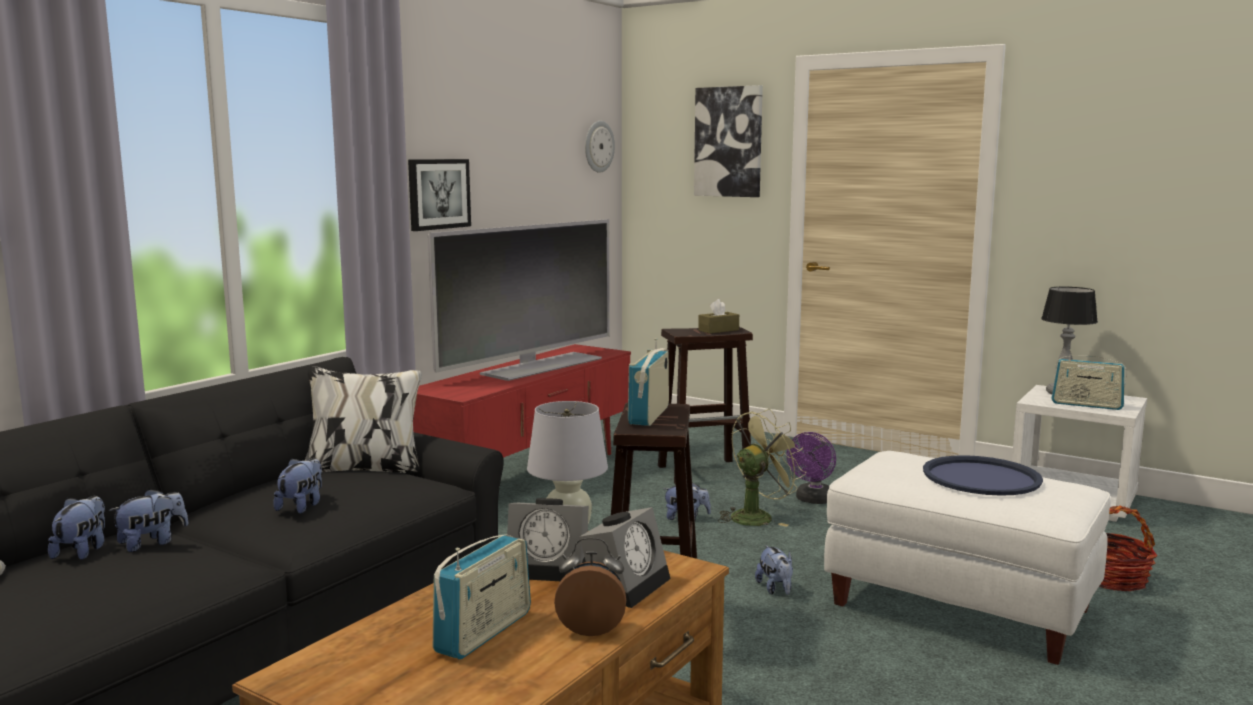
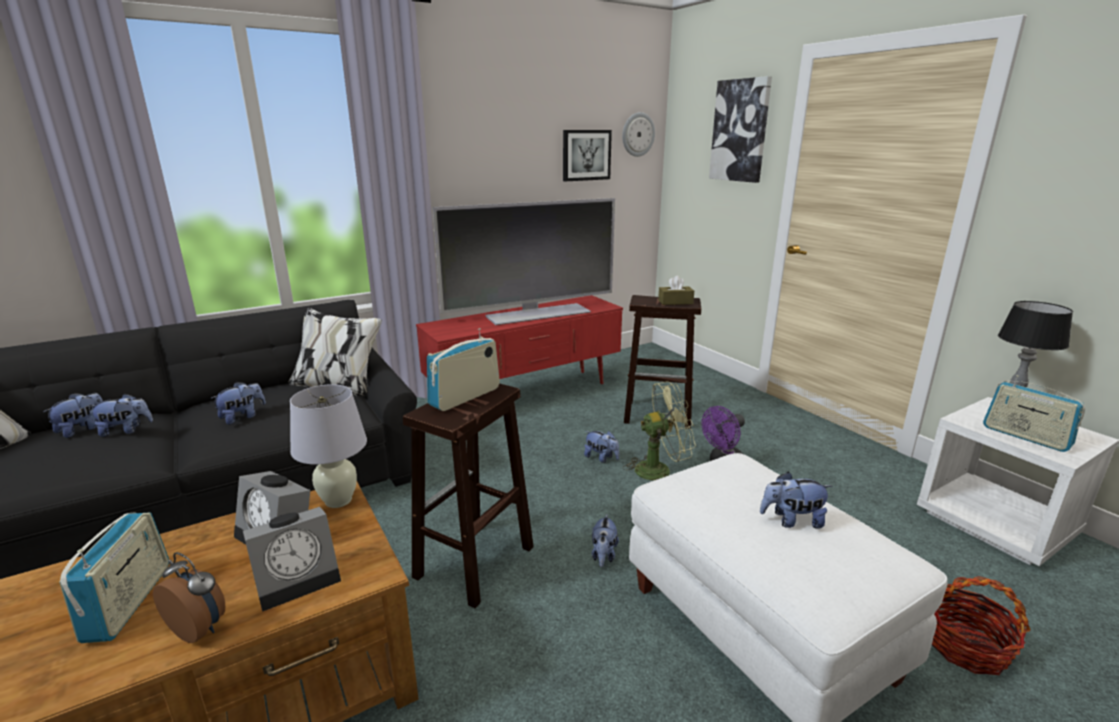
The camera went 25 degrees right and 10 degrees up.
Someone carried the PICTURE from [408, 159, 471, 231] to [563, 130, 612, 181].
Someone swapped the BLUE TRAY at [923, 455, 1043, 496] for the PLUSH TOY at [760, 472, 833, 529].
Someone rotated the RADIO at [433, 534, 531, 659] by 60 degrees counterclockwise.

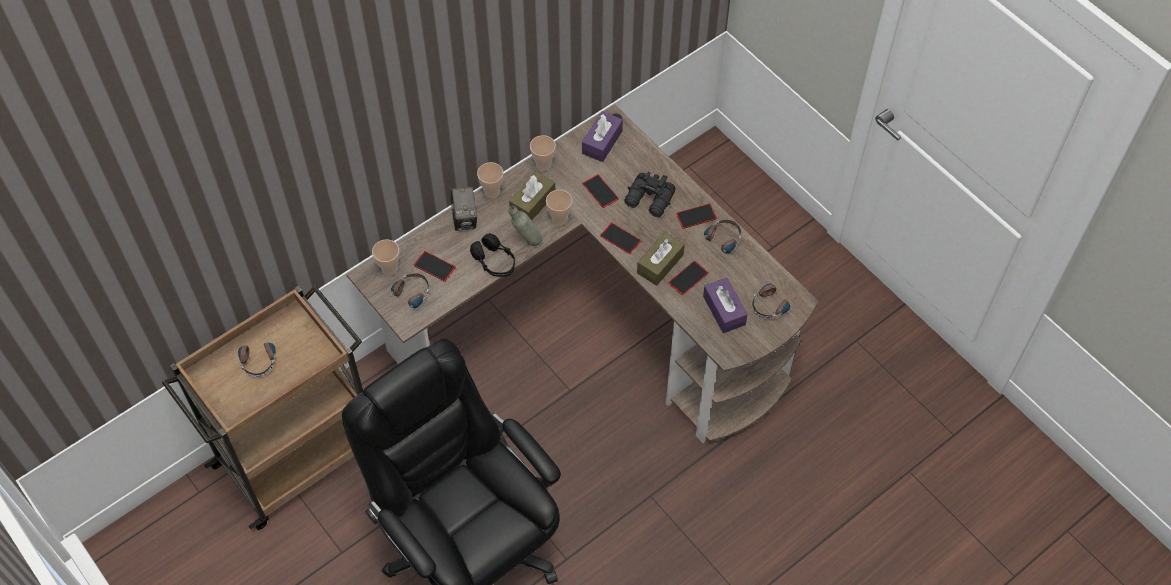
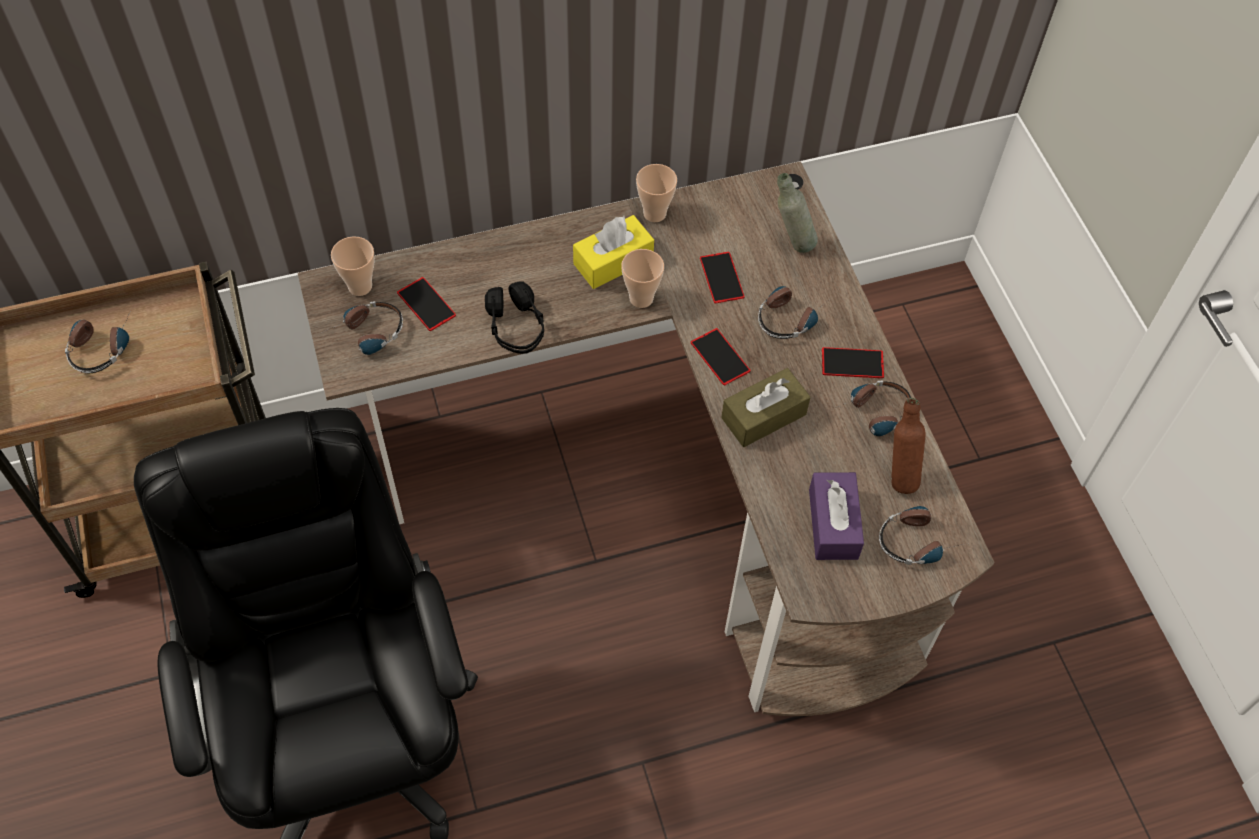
The camera went 20 degrees right and 0 degrees up.
Someone took away the PURPLE TISSUE BOX at [582, 111, 623, 162].
Someone took away the CUP at [477, 162, 503, 198].
Someone repainted the BROWN TISSUE BOX at [509, 171, 555, 221], which became the YELLOW TISSUE BOX at [573, 215, 654, 289].
Someone swapped the BLACK BINOCULARS at [624, 172, 676, 217] for the HEADPHONES at [758, 286, 827, 339].
Someone took away the PHOTO CAMERA at [450, 187, 477, 231].
Someone carried the GREY BOTTLE from [508, 205, 542, 246] to [777, 173, 818, 253].
Someone took away the PHONE at [668, 261, 709, 295].
Someone put down the BROWN BOTTLE at [891, 398, 926, 494].

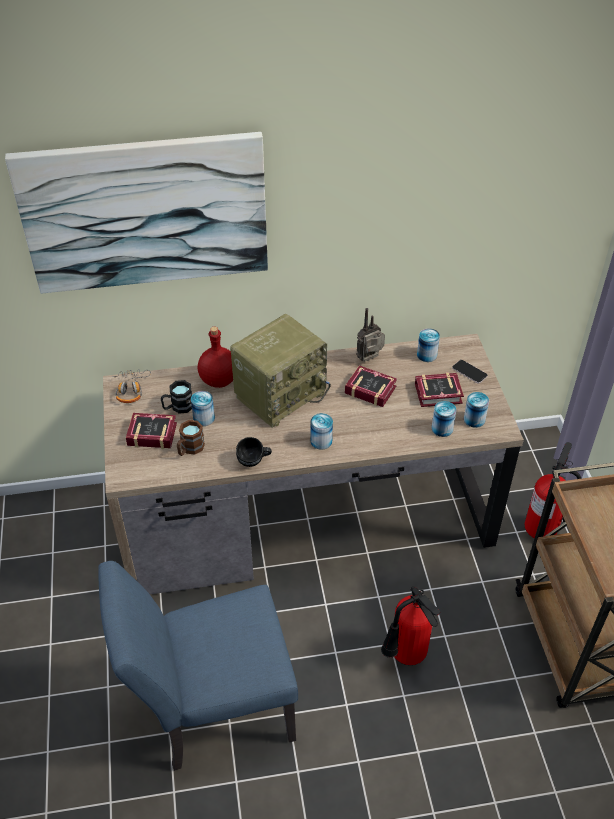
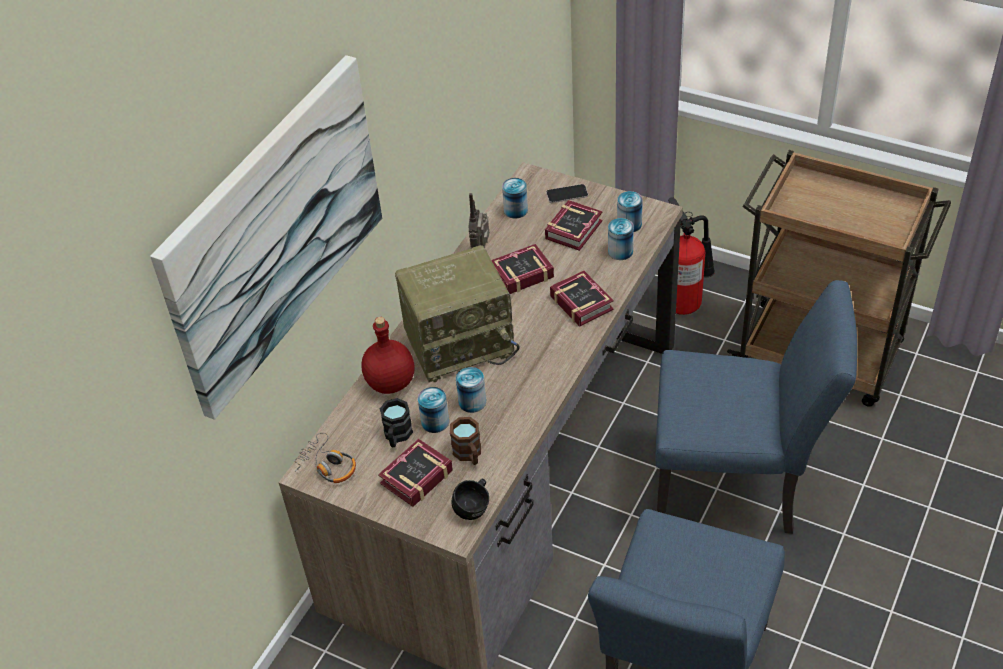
The camera went 50 degrees left and 0 degrees up.
Someone rotated the RADIO at [230, 314, 331, 428] by 75 degrees clockwise.
Someone carried the CAN from [310, 413, 333, 450] to [456, 367, 486, 413].
Someone carried the BLACK MUG from [236, 437, 272, 467] to [452, 479, 489, 520].
Someone swapped the FIRE EXTINGUISHER at [381, 586, 440, 665] for the BLUE CHAIR at [656, 280, 857, 534].
Someone put down the BOOK at [550, 270, 614, 327].

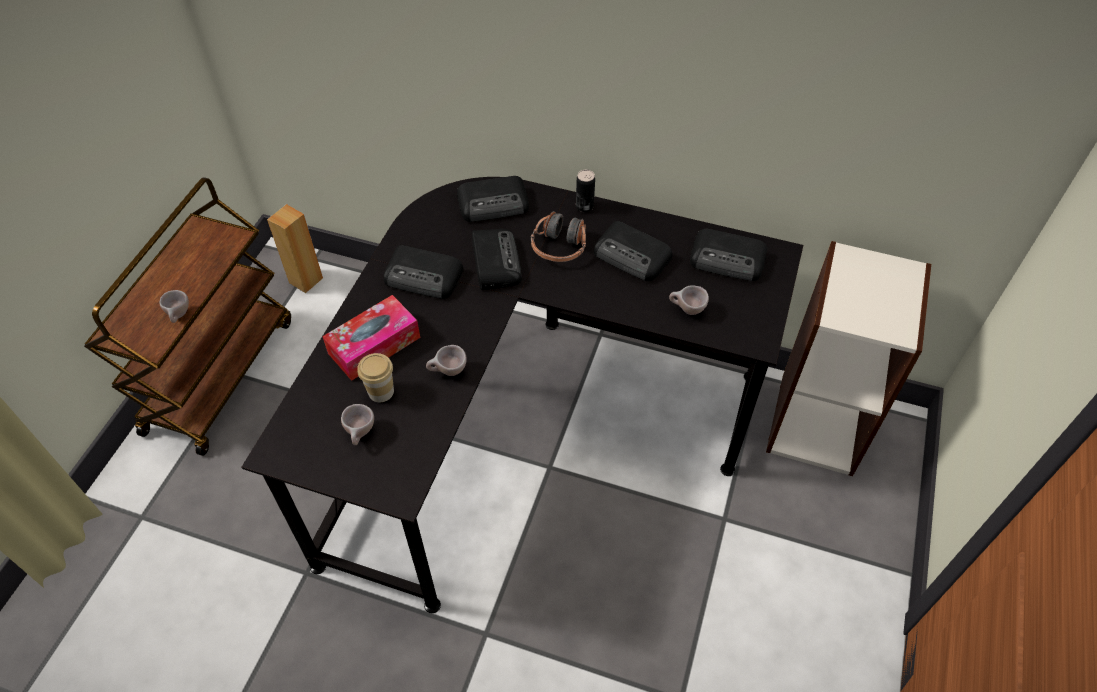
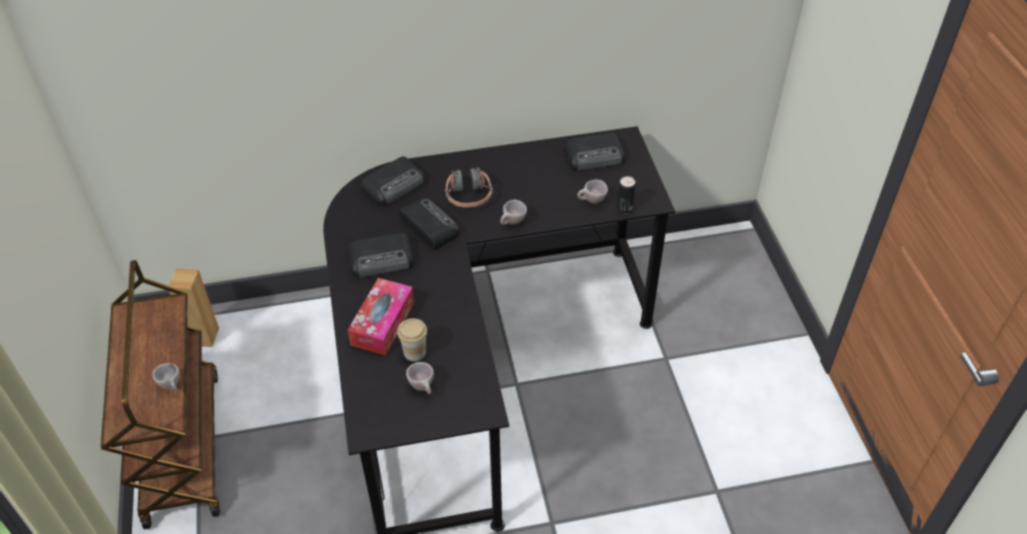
The camera went 30 degrees left and 5 degrees down.
Someone carried the CAN from [576, 170, 595, 212] to [617, 176, 636, 213].
Someone took away the RADIO at [594, 221, 672, 281].
Someone took away the BOOKCASE at [766, 241, 931, 476].
Someone carried the BEIGE CUP from [426, 345, 467, 376] to [500, 200, 527, 225].

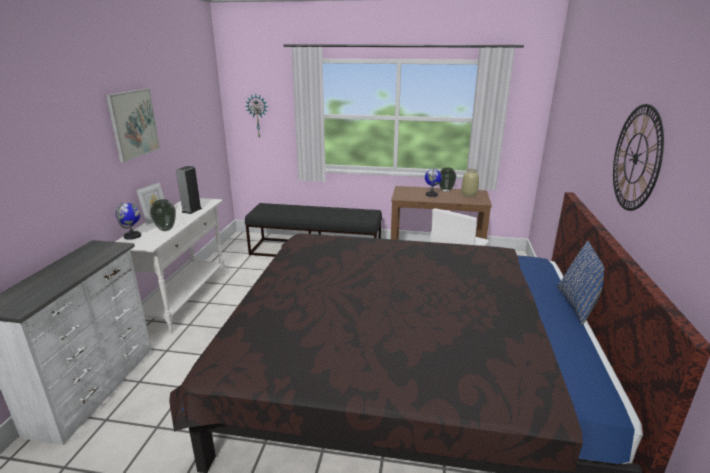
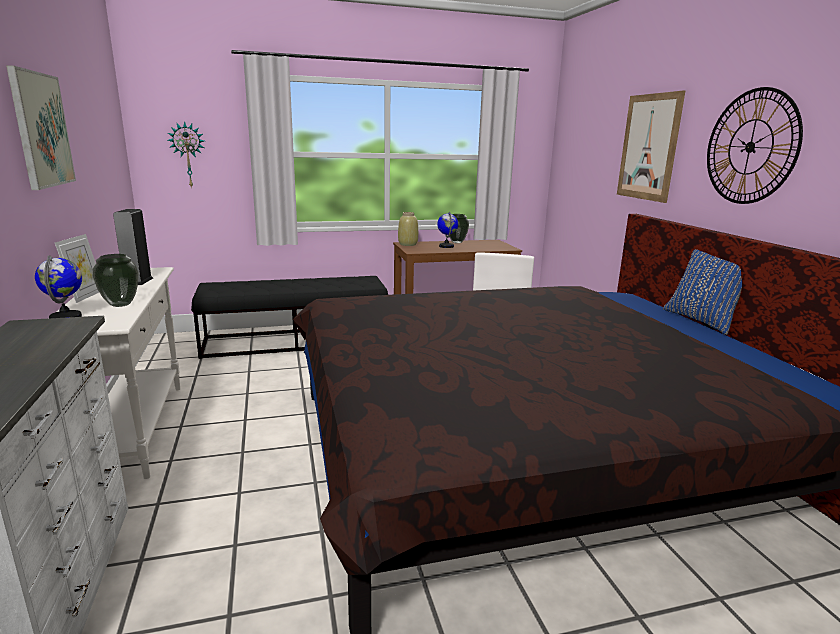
The camera went 25 degrees left and 5 degrees down.
Someone carried the BEIGE VASE from [461, 169, 479, 197] to [398, 212, 418, 246].
Someone put up the PICTURE at [617, 90, 685, 203].

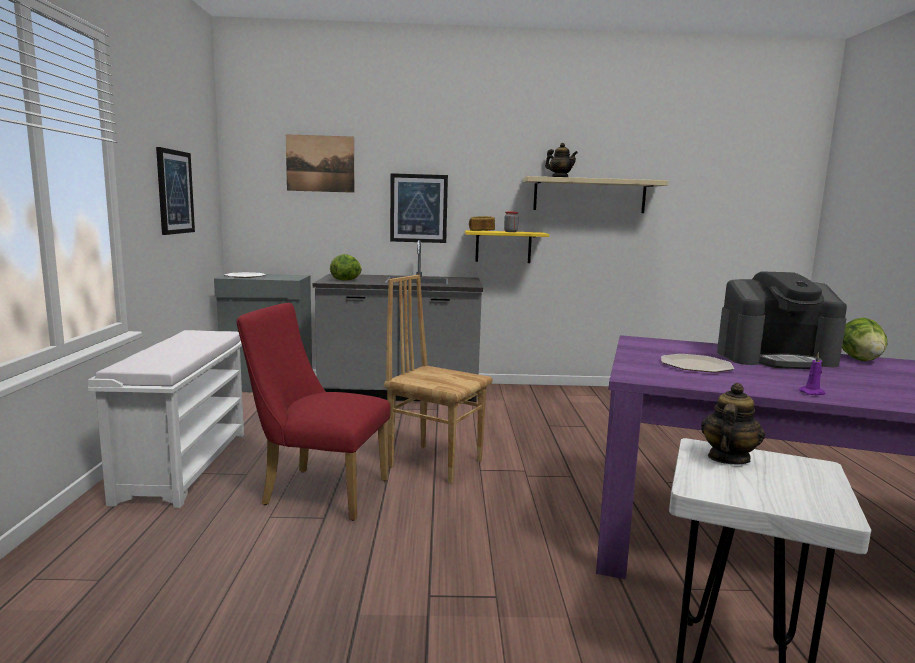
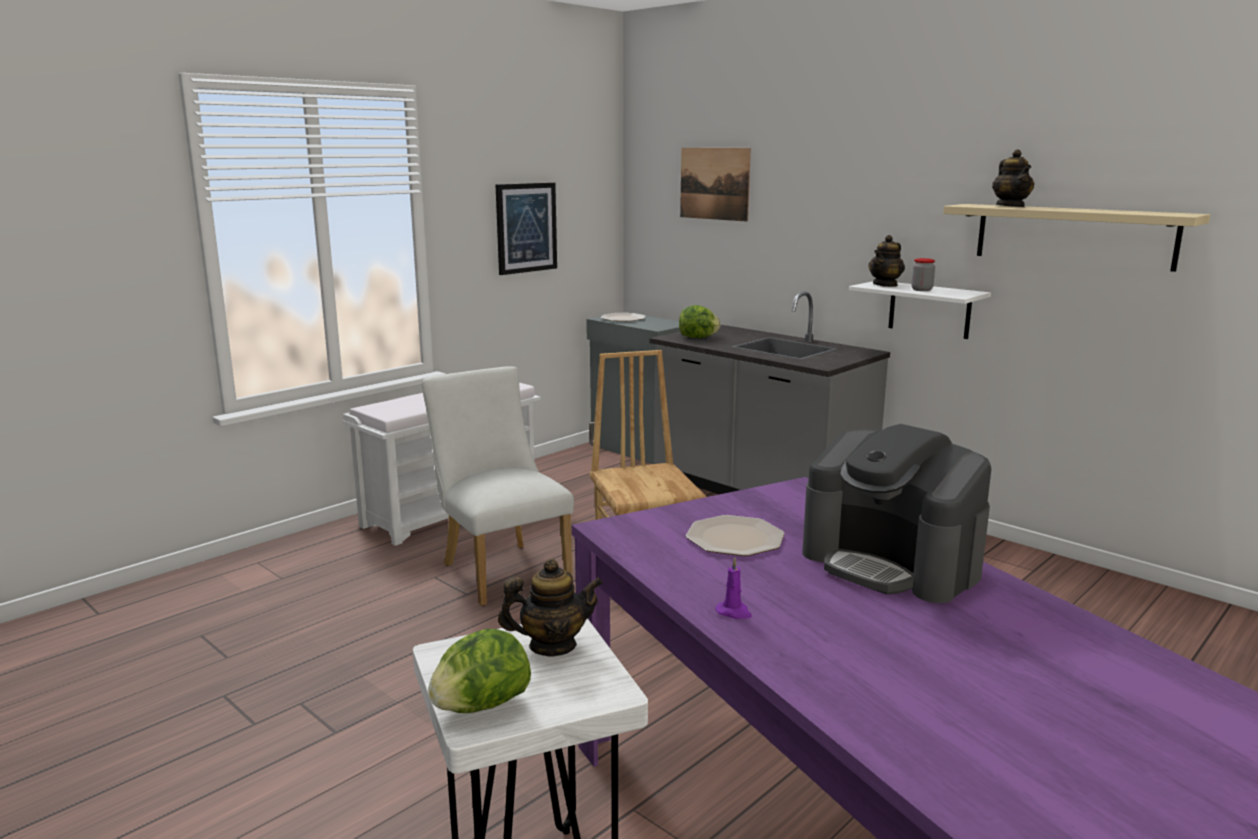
The camera went 45 degrees right and 5 degrees up.
Someone took away the PICTURE at [390, 173, 448, 243].
Someone swapped the BREAD at [469, 216, 495, 231] for the TEAPOT at [868, 235, 905, 287].
Someone repainted the YELLOW SHELF at [465, 230, 549, 263], which became the WHITE SHELF at [849, 281, 991, 339].
Someone repainted the RED CHAIR at [237, 303, 391, 521], which became the WHITE CHAIR at [422, 367, 574, 606].
Someone carried the LETTUCE from [842, 317, 888, 361] to [428, 629, 531, 713].

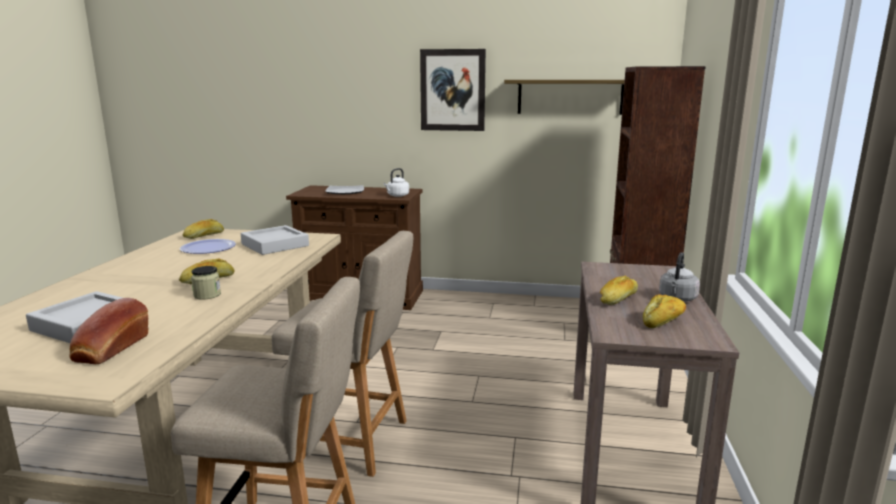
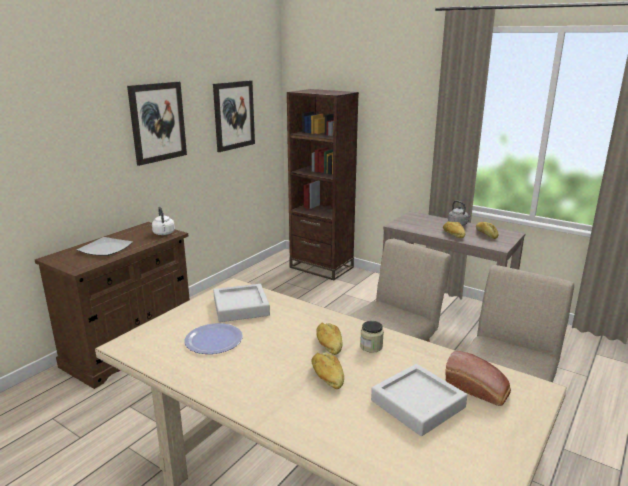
The camera went 65 degrees left and 5 degrees up.
Someone swapped the SHELF at [504, 80, 625, 115] for the PICTURE at [213, 80, 255, 152].
Someone carried the BREAD from [183, 219, 224, 239] to [312, 352, 344, 389].

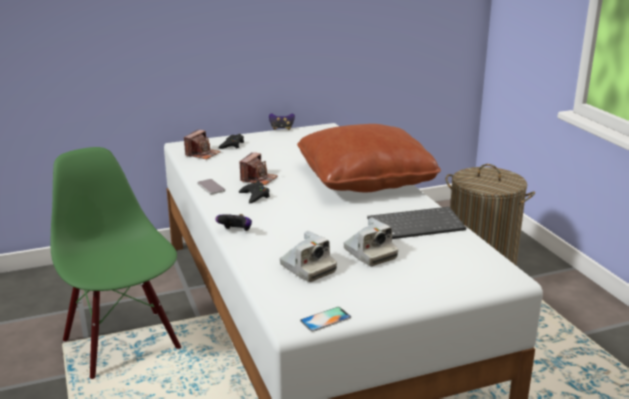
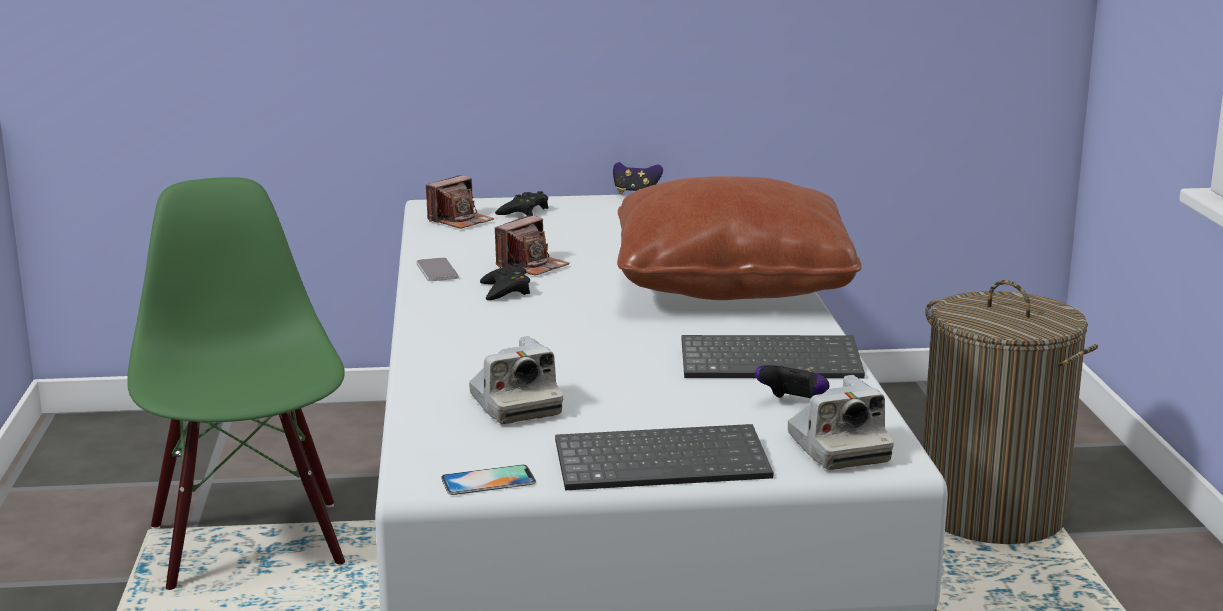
The camera went 15 degrees right and 5 degrees down.
Someone carried the GAME CONTROLLER from [215, 214, 252, 231] to [755, 365, 829, 398].
Someone carried the PHOTO CAMERA from [343, 218, 398, 266] to [788, 375, 894, 470].
Someone put down the KEYBOARD at [555, 424, 774, 490].

